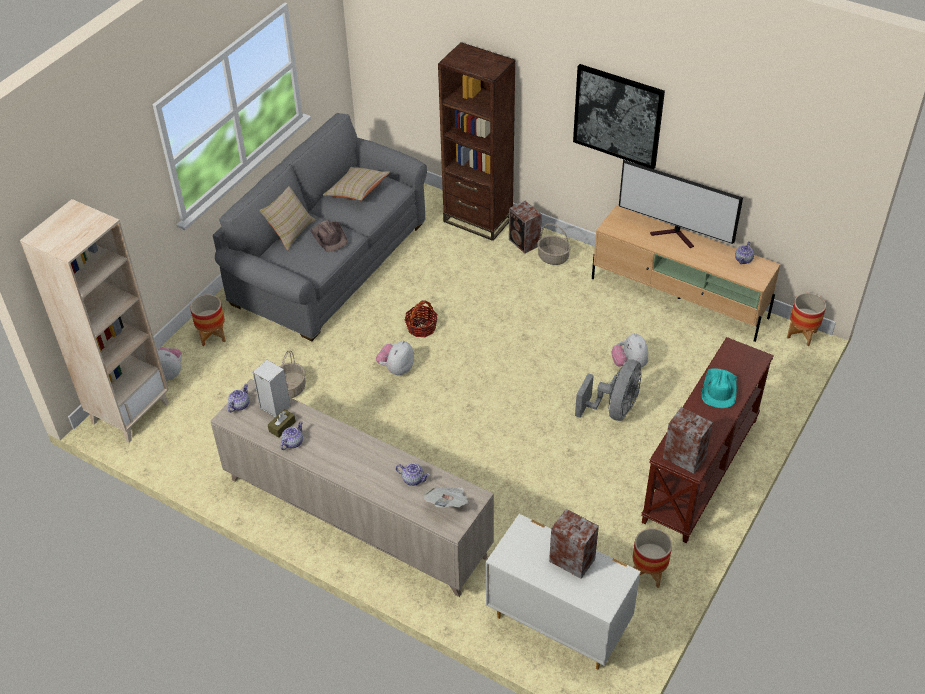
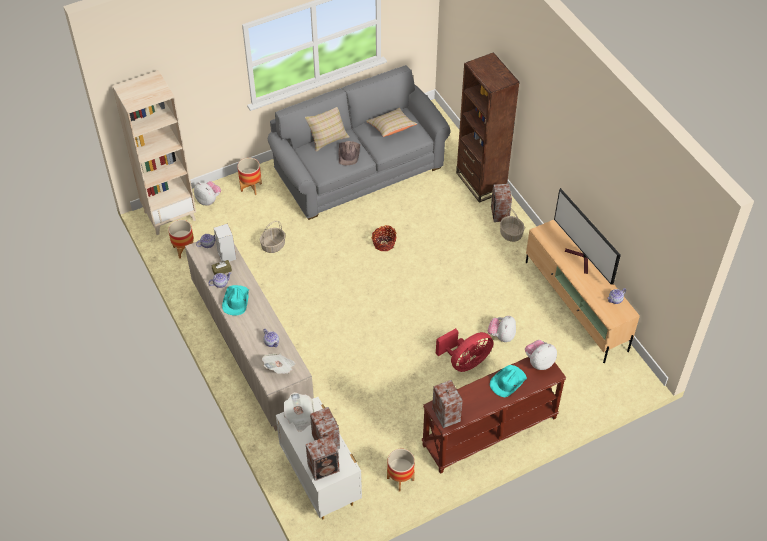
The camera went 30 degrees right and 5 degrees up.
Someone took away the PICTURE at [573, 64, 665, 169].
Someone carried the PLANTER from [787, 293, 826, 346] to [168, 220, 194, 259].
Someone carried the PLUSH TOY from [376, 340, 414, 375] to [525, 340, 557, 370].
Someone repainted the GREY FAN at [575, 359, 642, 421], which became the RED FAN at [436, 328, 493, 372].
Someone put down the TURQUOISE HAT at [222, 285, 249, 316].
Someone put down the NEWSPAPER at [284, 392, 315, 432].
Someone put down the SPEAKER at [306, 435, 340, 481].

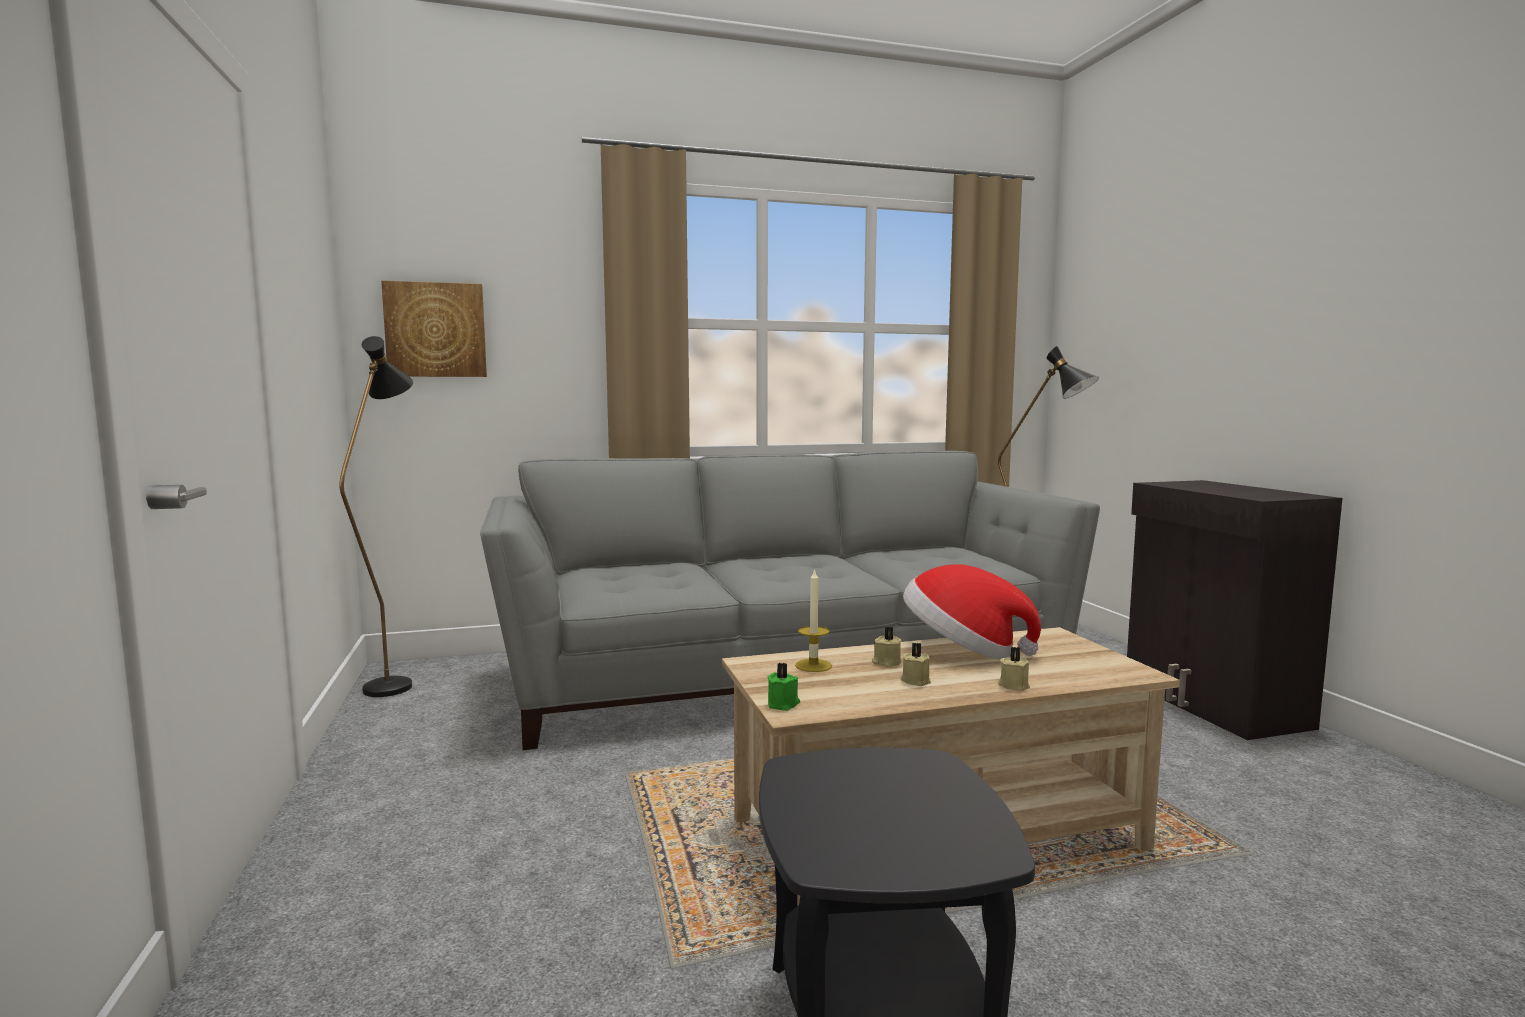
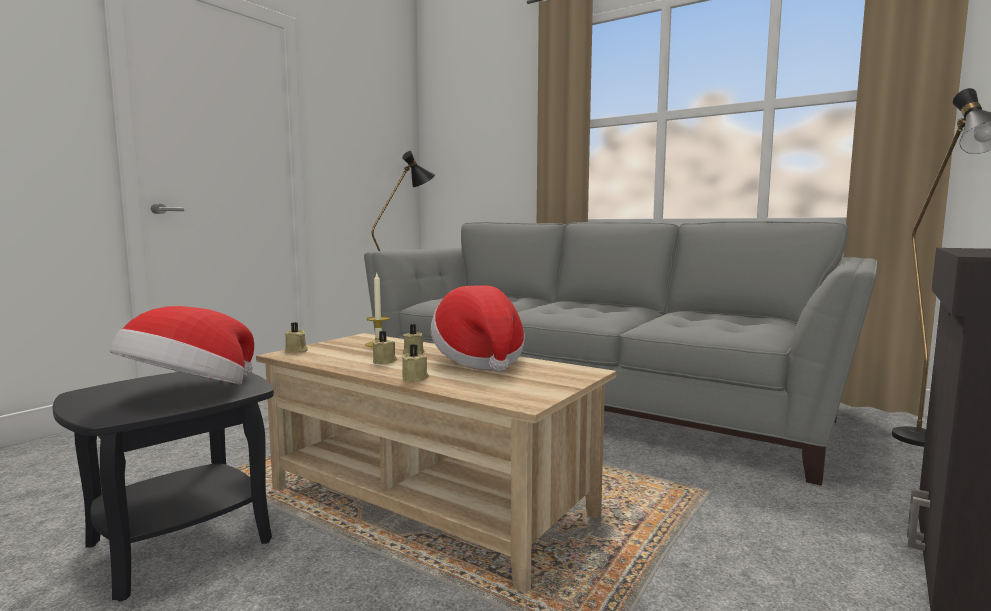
The camera went 50 degrees right and 0 degrees up.
Someone took away the PICTURE at [381, 280, 487, 377].
Someone repainted the GREEN CANDLE at [767, 663, 800, 711], which became the BEIGE CANDLE at [285, 322, 308, 353].
Someone put down the HAT at [109, 306, 254, 385].

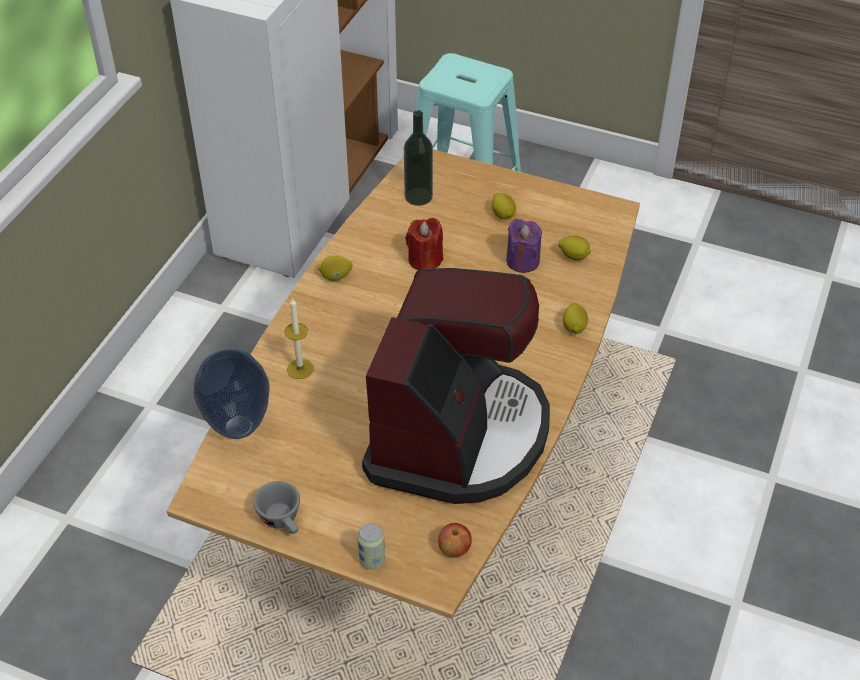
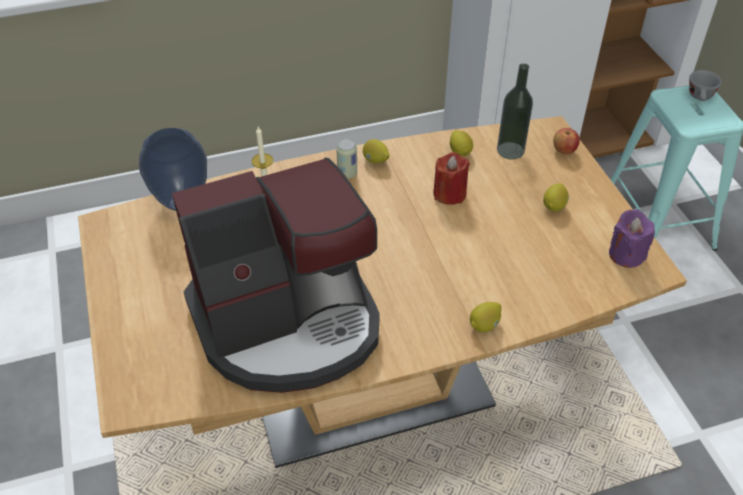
The camera went 50 degrees right and 0 degrees up.
Someone carried the PURPLE CANDLE from [506, 219, 542, 273] to [609, 209, 655, 268].
Someone carried the LEMON from [558, 235, 591, 260] to [450, 130, 473, 156].
Someone carried the GREY CUP from [253, 481, 300, 534] to [689, 70, 722, 101].
Someone carried the CAN from [357, 523, 385, 570] to [336, 139, 357, 179].
Someone carried the APPLE from [438, 523, 472, 557] to [553, 128, 580, 154].

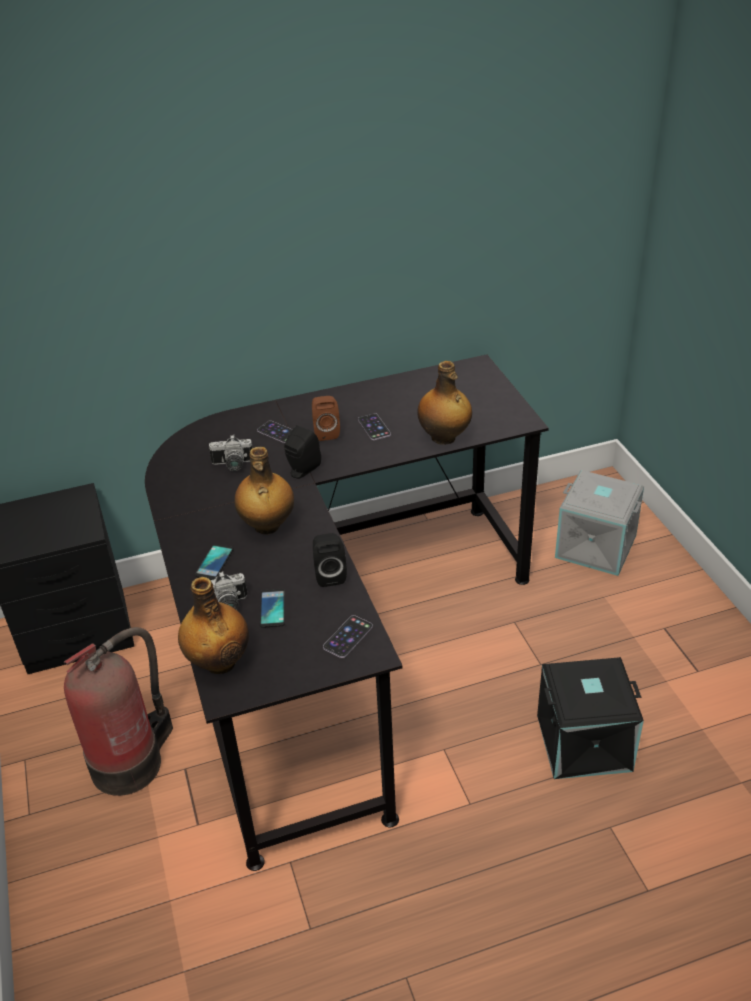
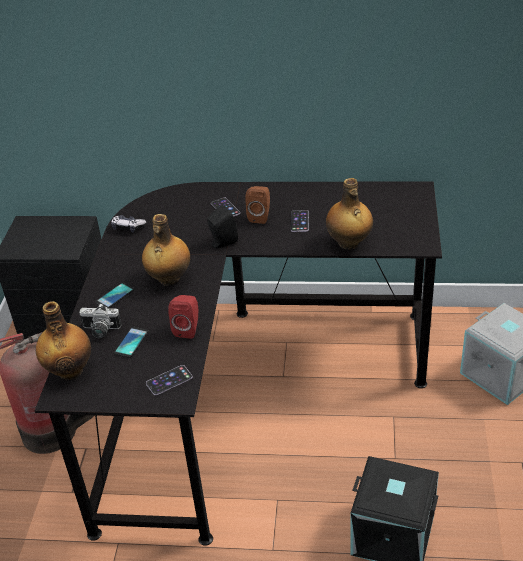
The camera went 25 degrees right and 0 degrees up.
Someone took away the PHOTO CAMERA at [209, 435, 253, 471].
Someone repainted the BLACK SPEAKER at [313, 533, 347, 587], which became the RED SPEAKER at [168, 295, 198, 339].
Someone put down the GAME CONTROLLER at [111, 215, 146, 233].

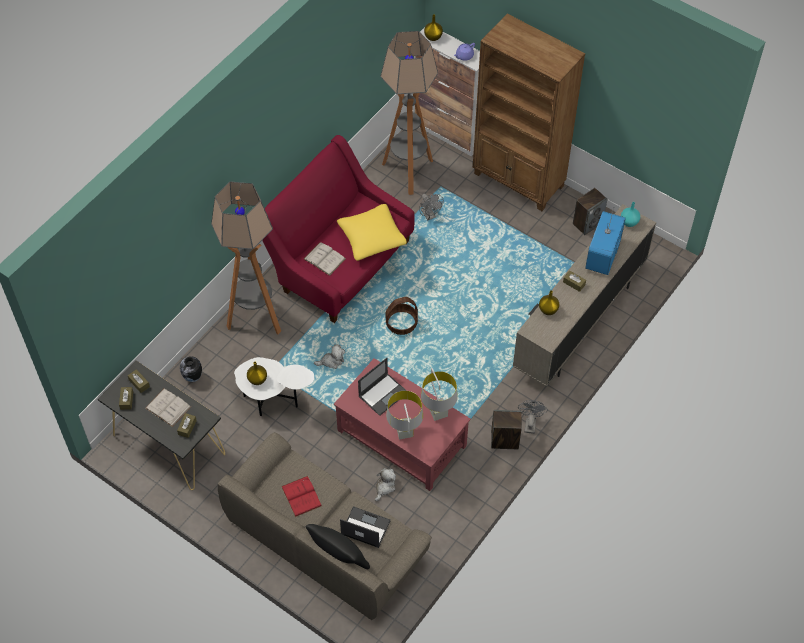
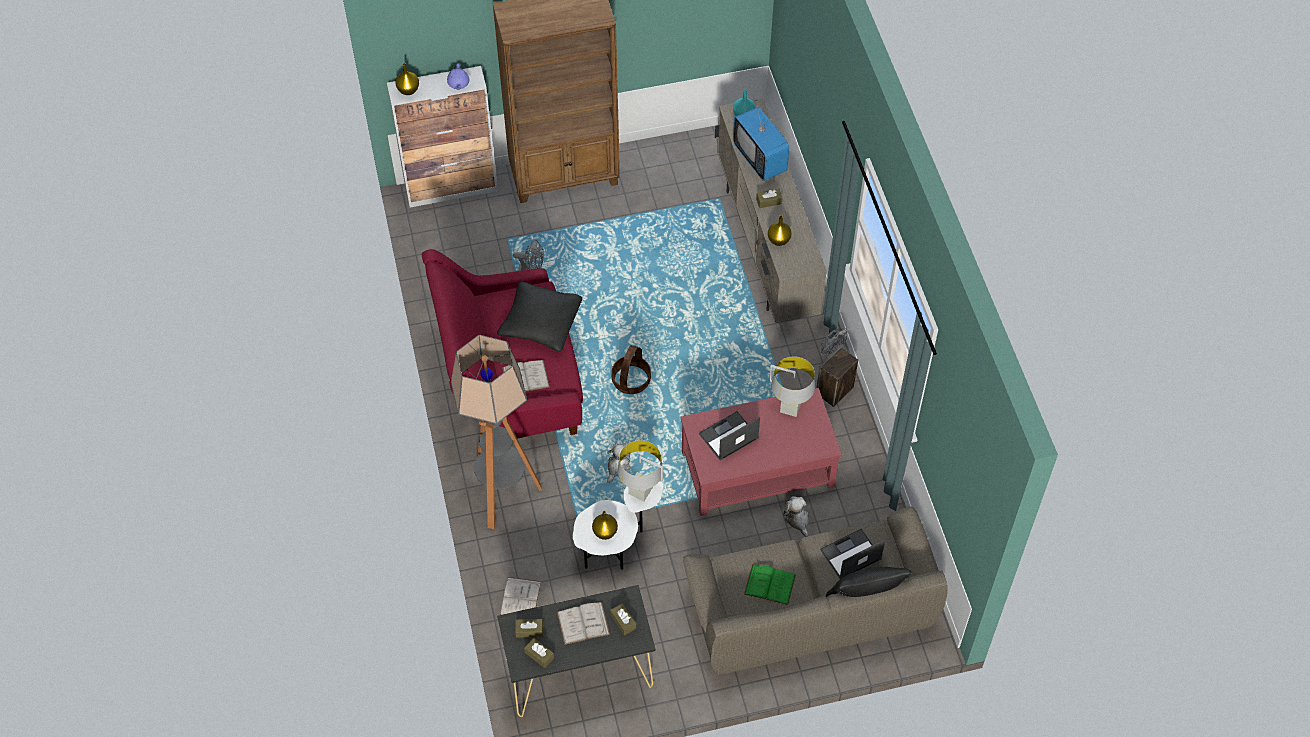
The camera went 50 degrees left and 0 degrees up.
Someone took away the FLOOR LAMP at [380, 31, 438, 195].
Someone took away the SPEAKER at [573, 188, 607, 235].
Someone repainted the YELLOW PILLOW at [337, 204, 407, 261], which became the BLACK PILLOW at [497, 282, 582, 351].
Someone swapped the VASE at [180, 356, 202, 382] for the WHITE BOOK at [500, 577, 542, 615].
Someone rotated the LAPTOP at [358, 358, 407, 416] by 120 degrees counterclockwise.
Someone carried the GREY TABLE LAMP from [386, 391, 423, 439] to [618, 440, 663, 501].
Someone repainted the RED BOOK at [281, 476, 322, 517], which became the GREEN BOOK at [744, 564, 796, 605].

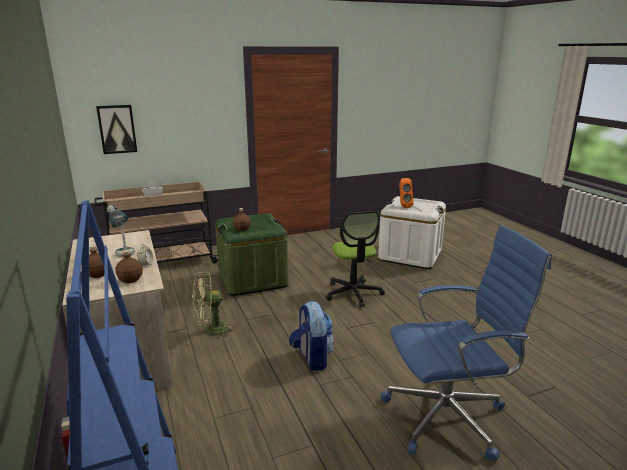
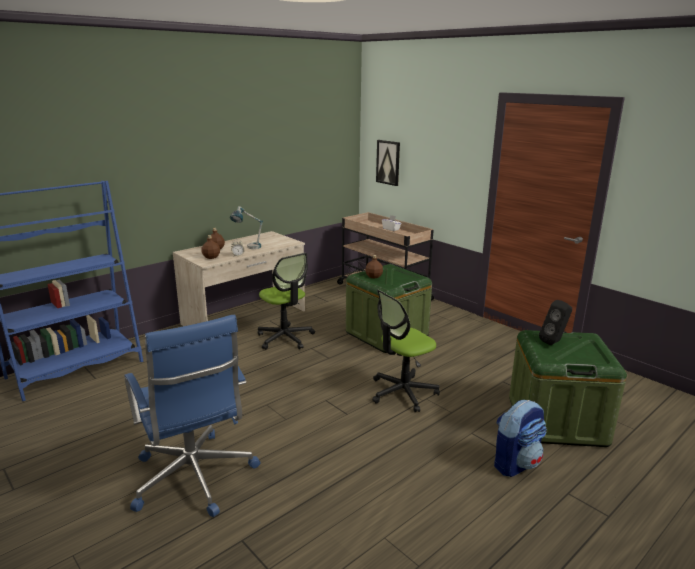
The camera went 70 degrees right and 0 degrees up.
Someone repainted the ORANGE SPEAKER at [399, 178, 414, 208], which became the BLACK SPEAKER at [539, 300, 572, 345].
Someone repainted the WHITE STORAGE BOX at [378, 196, 446, 269], which became the GREEN STORAGE BOX at [509, 330, 627, 447].
Someone swapped the GREEN FAN at [192, 272, 236, 340] for the OFFICE CHAIR at [258, 253, 315, 350].
Someone carried the BACKPACK from [289, 301, 334, 371] to [494, 400, 547, 477].

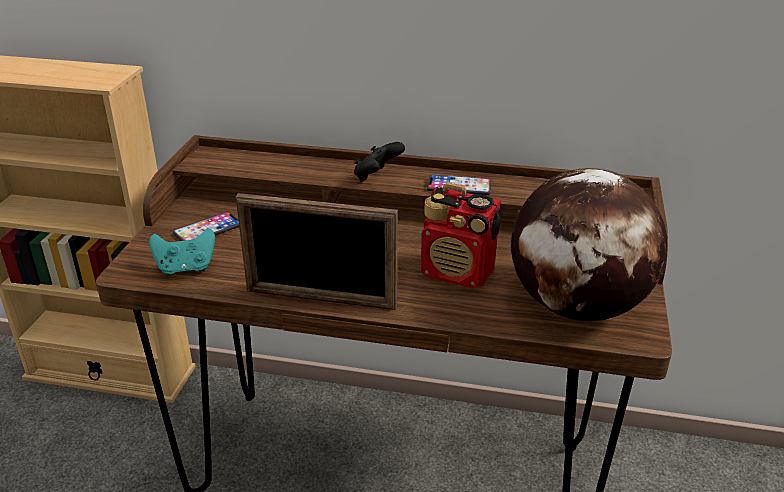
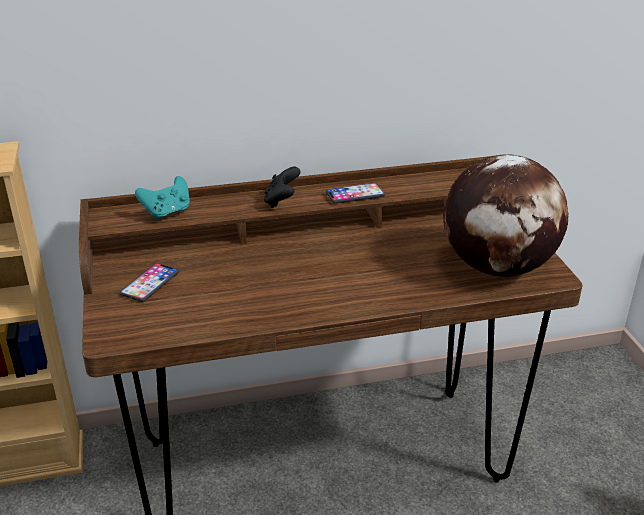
The camera went 25 degrees left and 0 degrees up.
Someone took away the RADIO at [421, 183, 501, 289].
Someone took away the PICTURE FRAME at [236, 193, 398, 310].
Someone carried the TURQUOISE GAME CONTROLLER from [149, 228, 215, 276] to [135, 176, 190, 220].

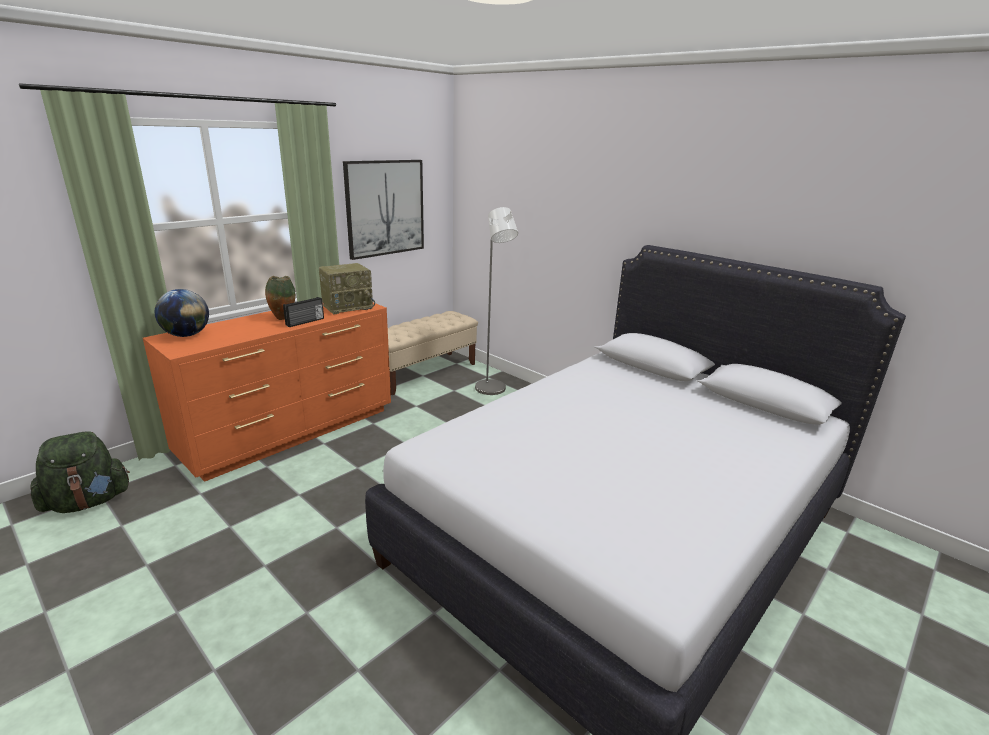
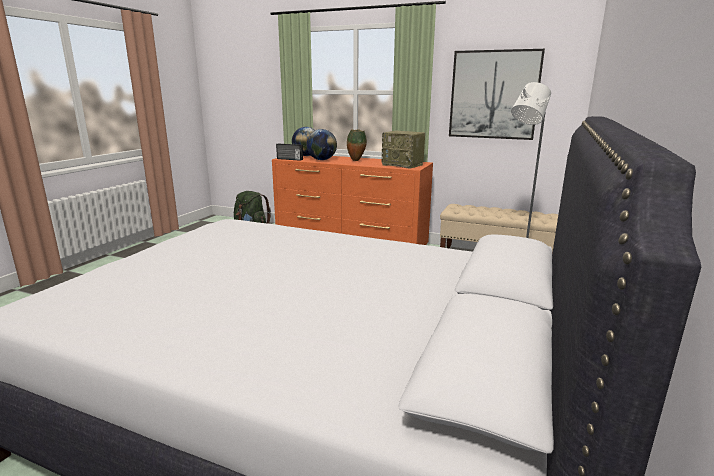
The camera went 70 degrees right and 5 degrees down.
Someone carried the RADIO from [283, 297, 324, 327] to [276, 143, 303, 161].
Someone put down the GLOBE at [306, 129, 337, 160].

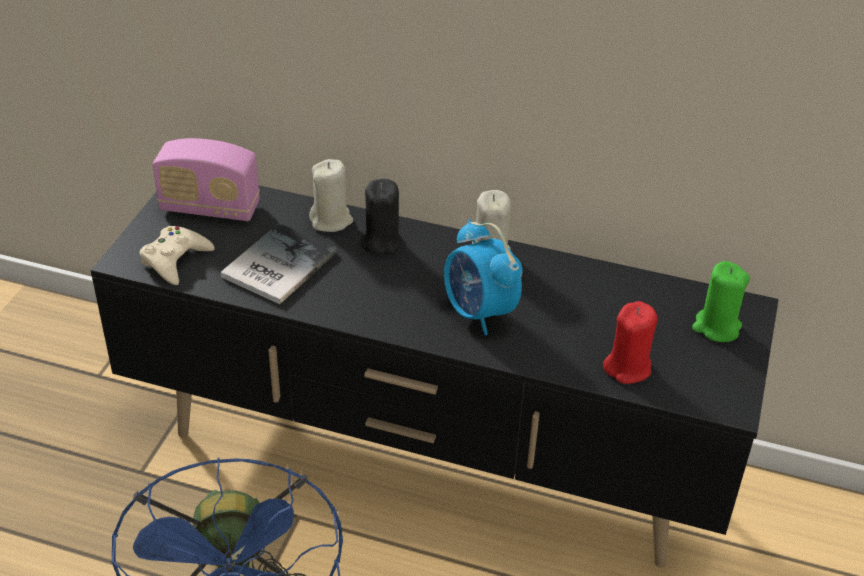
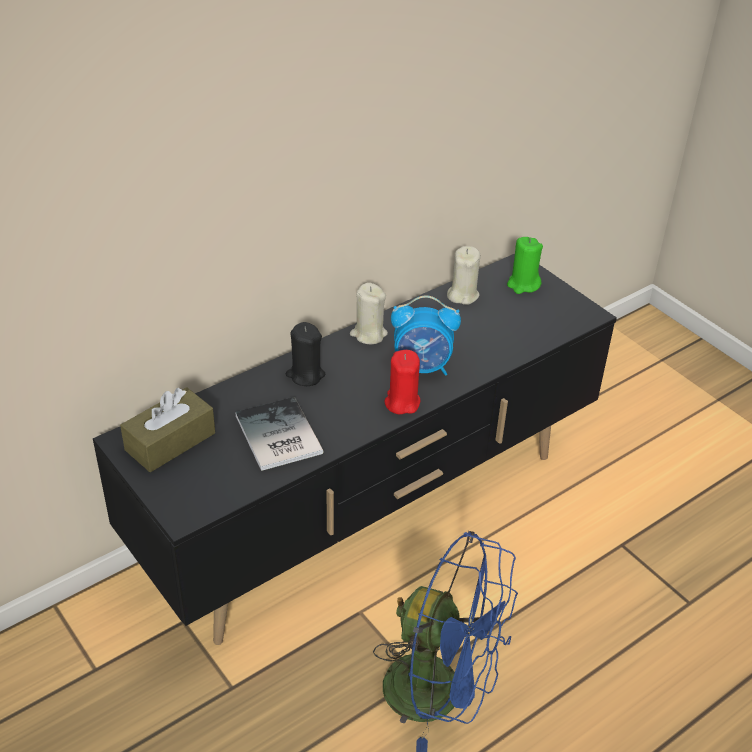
The camera went 55 degrees left and 0 degrees up.
Someone swapped the RADIO at [152, 138, 260, 221] for the BROWN TISSUE BOX at [120, 387, 215, 472].
Someone carried the BEIGE CANDLE from [309, 159, 353, 232] to [447, 246, 480, 305].
Someone took away the BEIGE GAME CONTROLLER at [140, 226, 215, 285].
Someone carried the RED CANDLE from [603, 301, 658, 384] to [384, 350, 420, 414].

